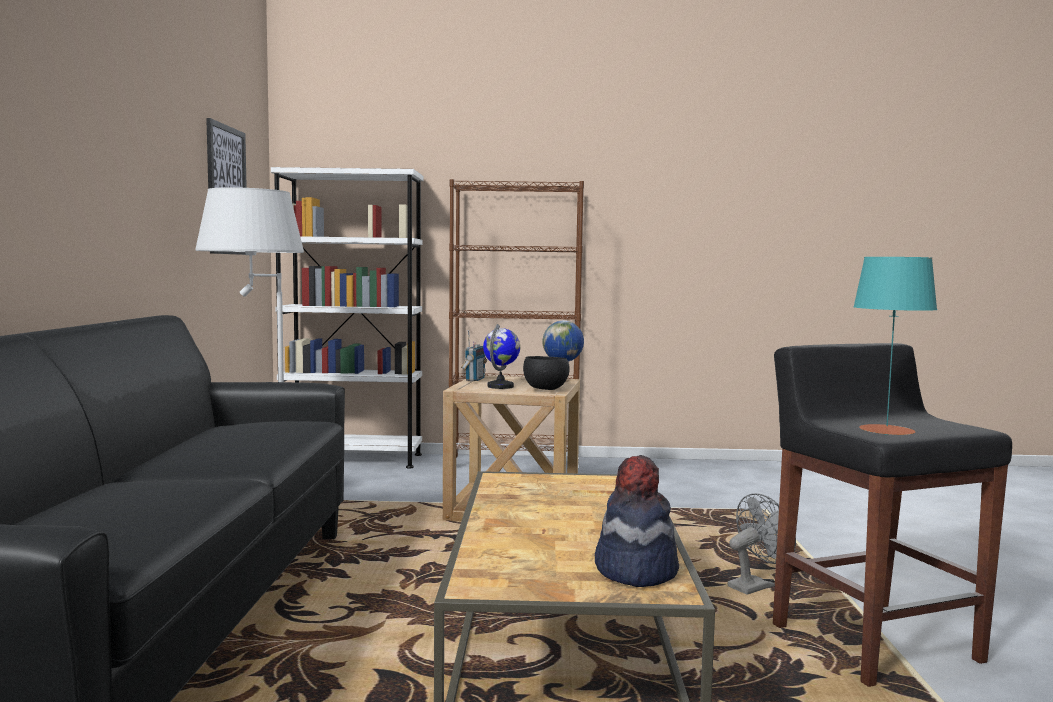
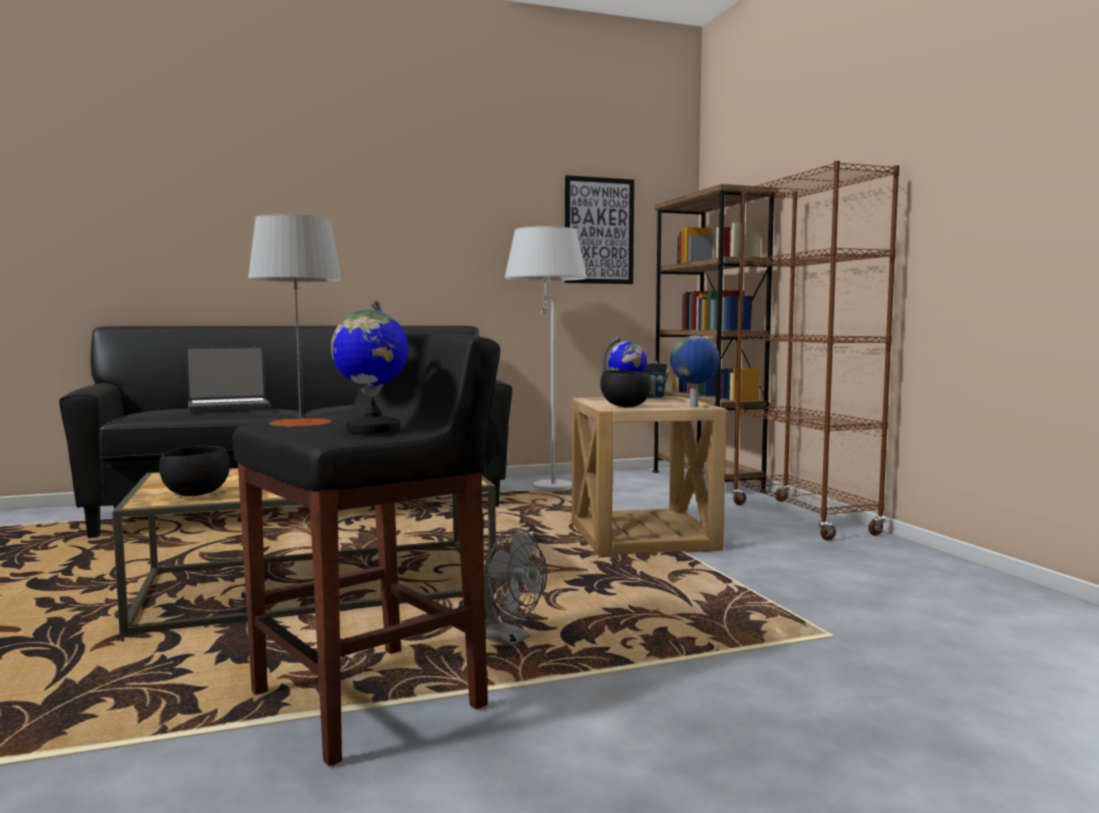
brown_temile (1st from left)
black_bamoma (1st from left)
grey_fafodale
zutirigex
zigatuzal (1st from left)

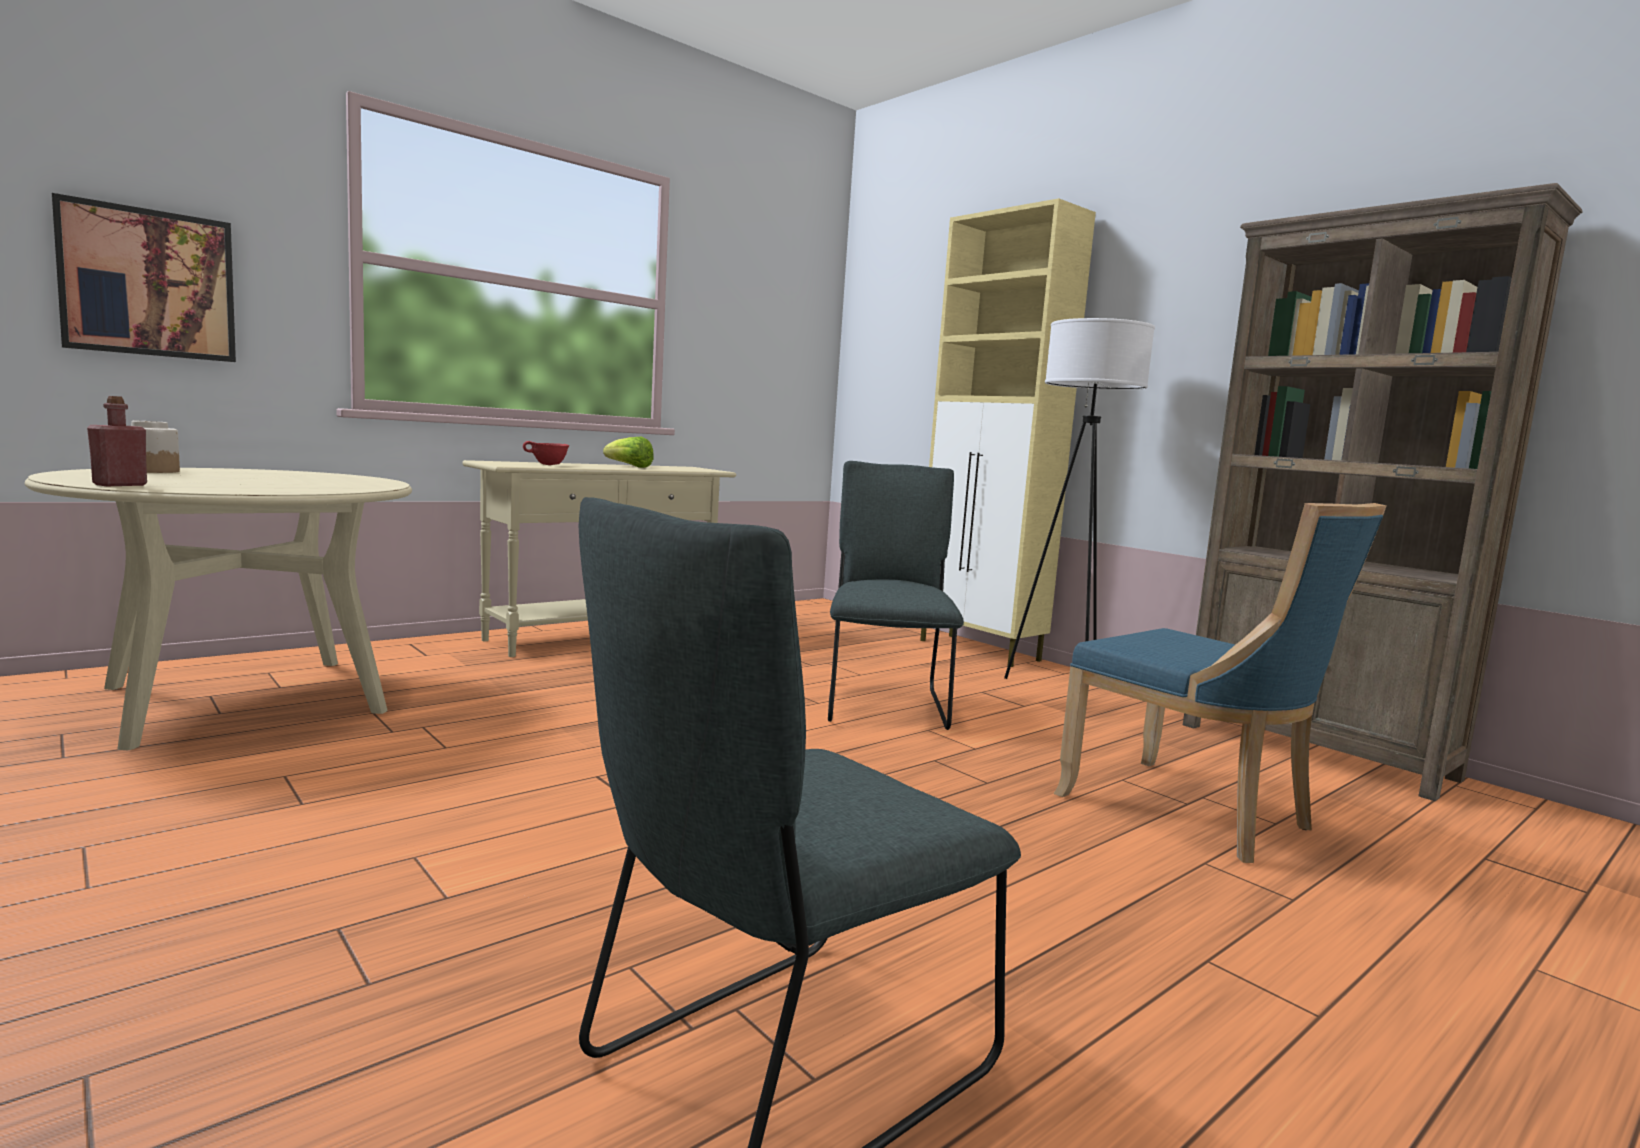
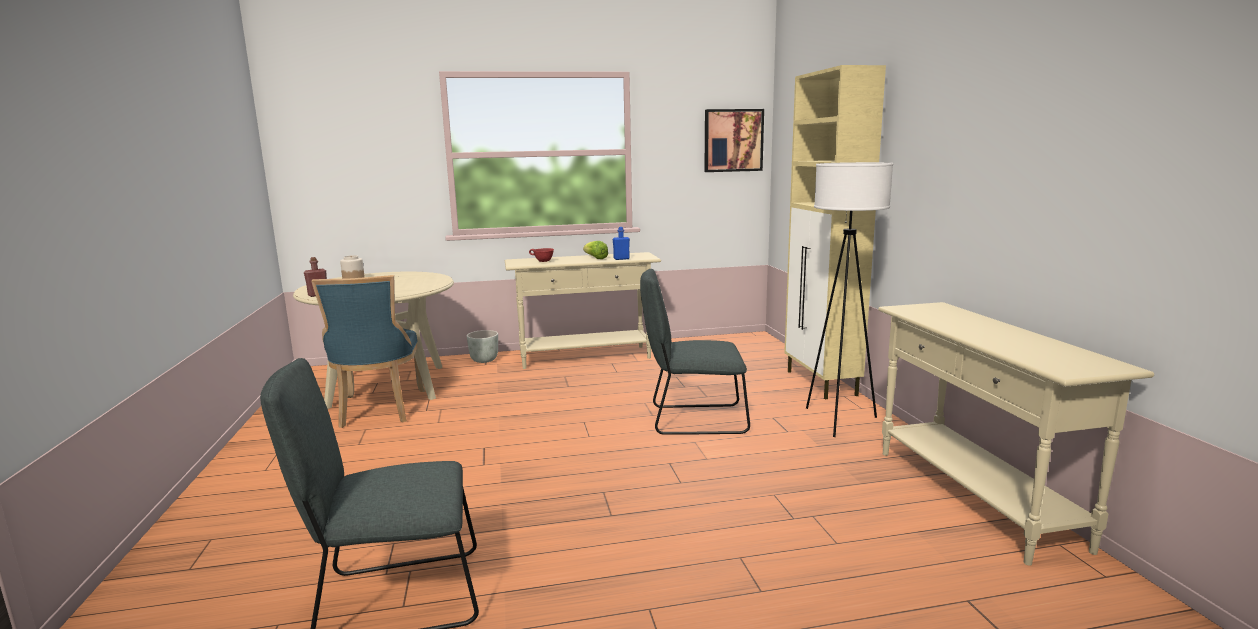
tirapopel
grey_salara (2nd from left)
blue_salara
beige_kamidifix (2nd from left)
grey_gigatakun
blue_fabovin

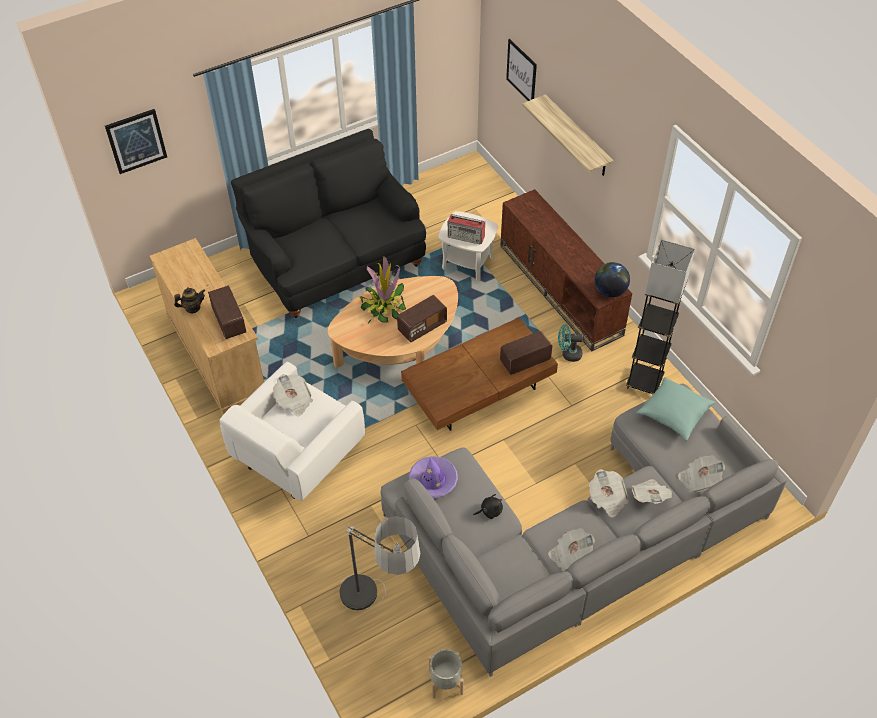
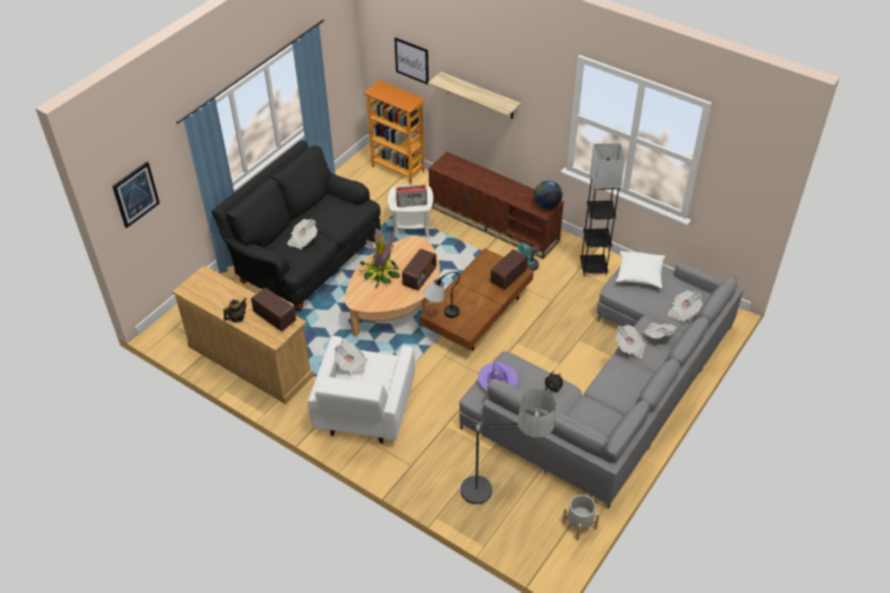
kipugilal (1st from left)
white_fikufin
temile
fafodale

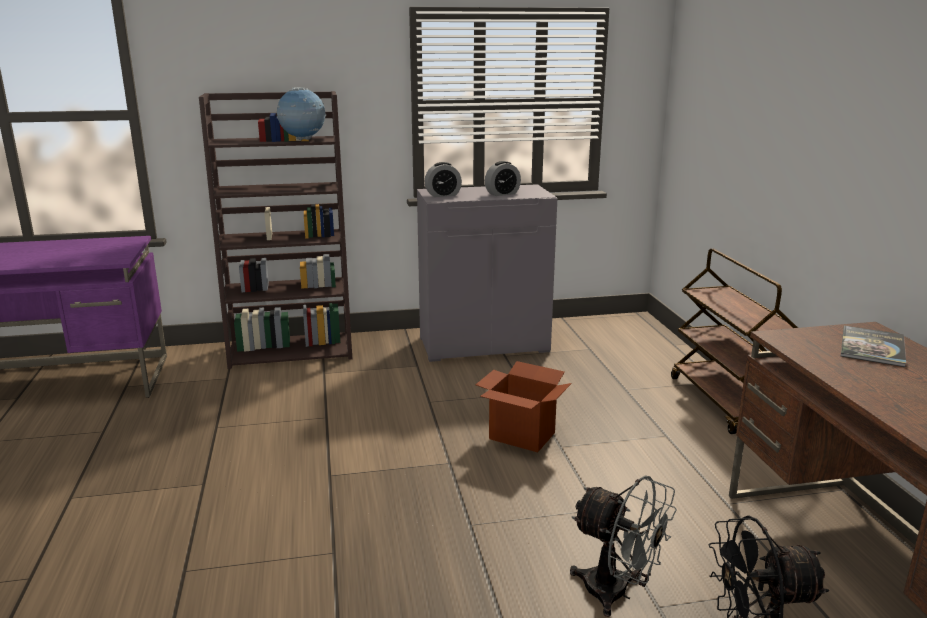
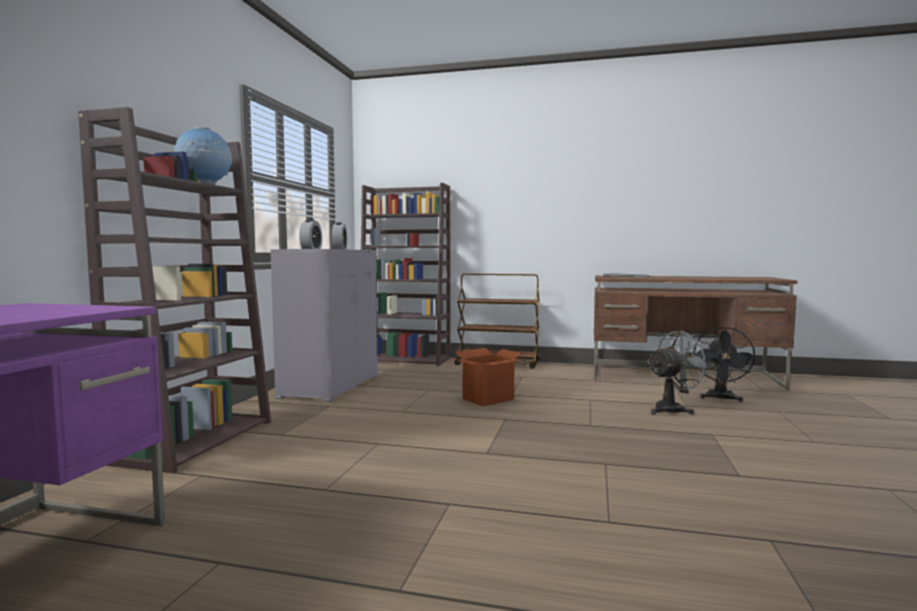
brown_temile (2nd from left)

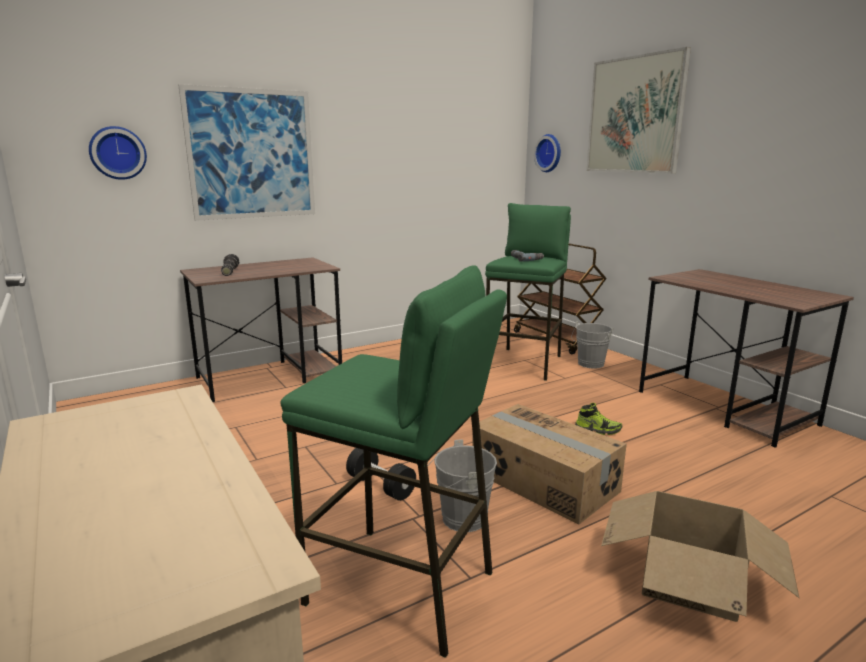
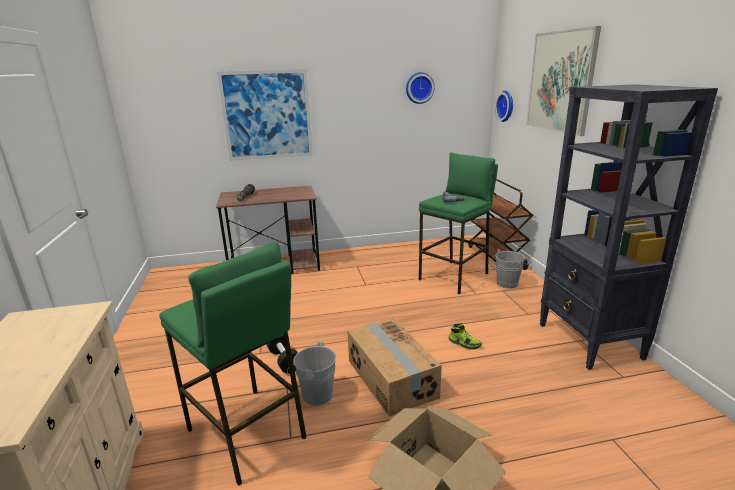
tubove (1st from left)
black_temile

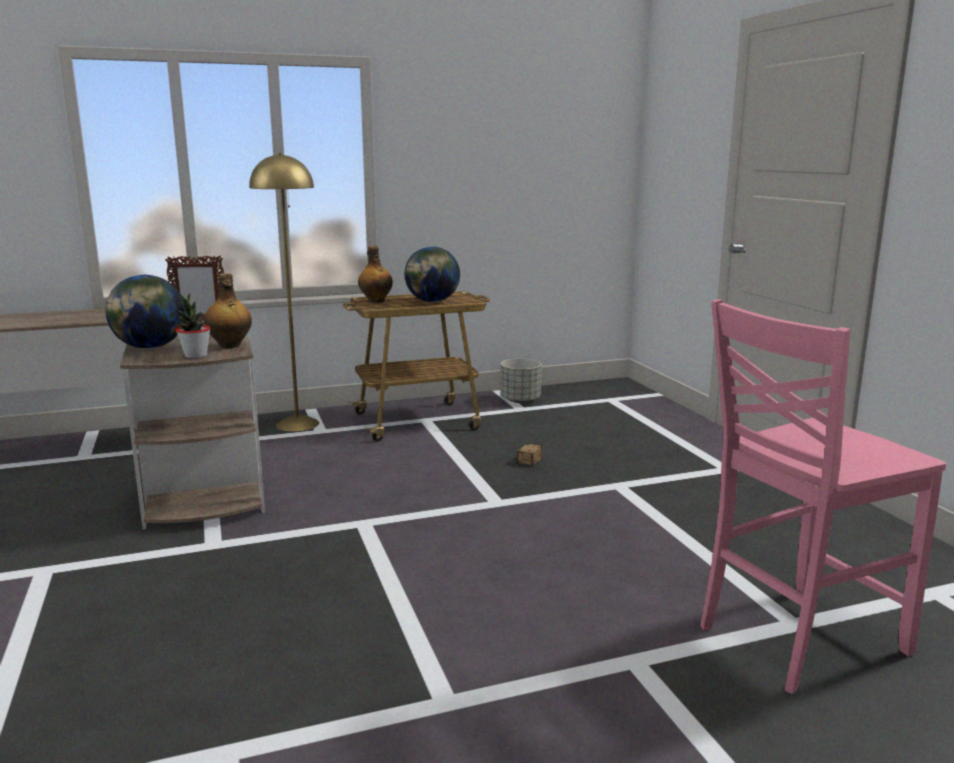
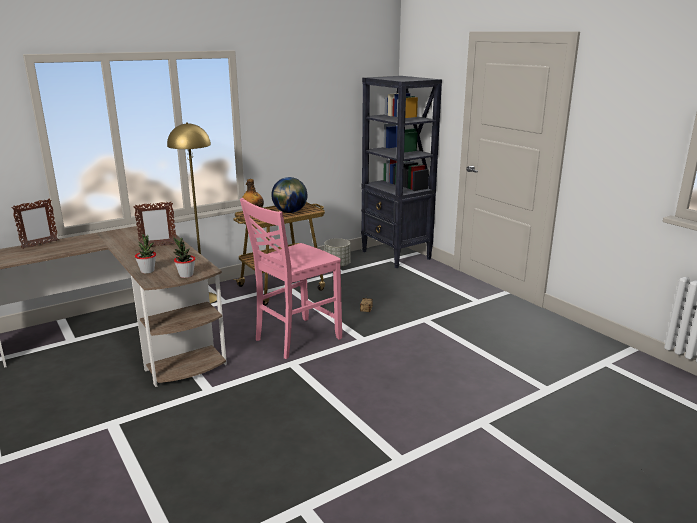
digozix (1st from left)
fabovin (1st from left in the first image)
pink_salara
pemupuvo (1st from left)
black_temile

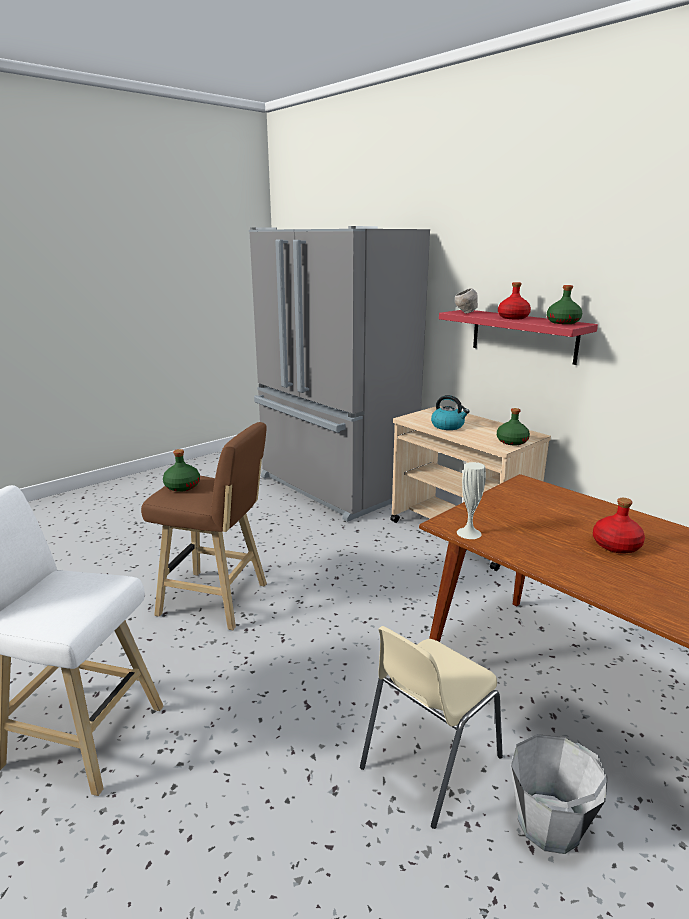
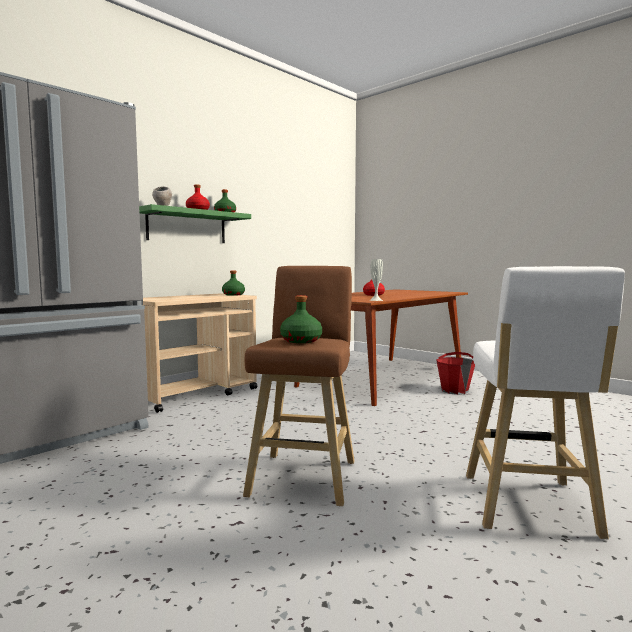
beige_salara
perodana
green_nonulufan
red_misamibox

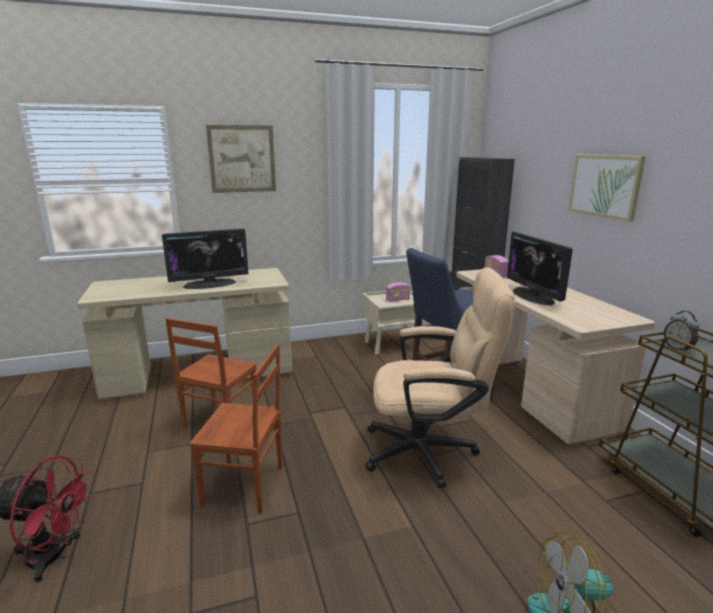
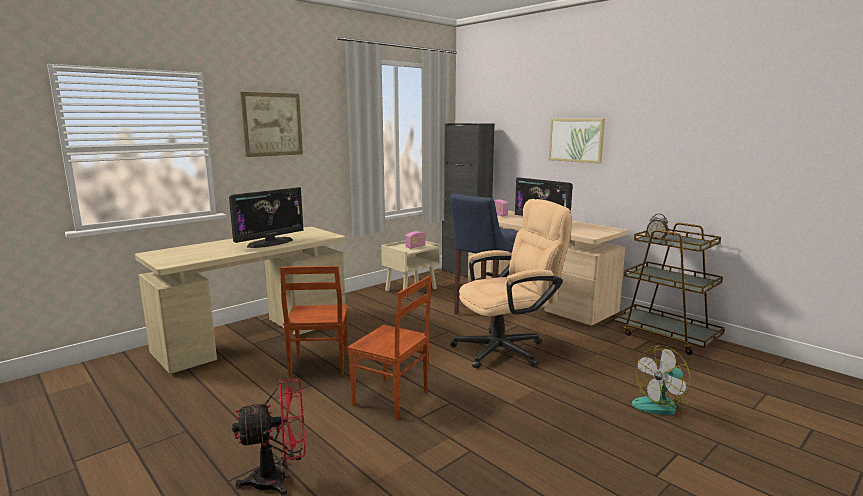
brown_salara (2nd from left)

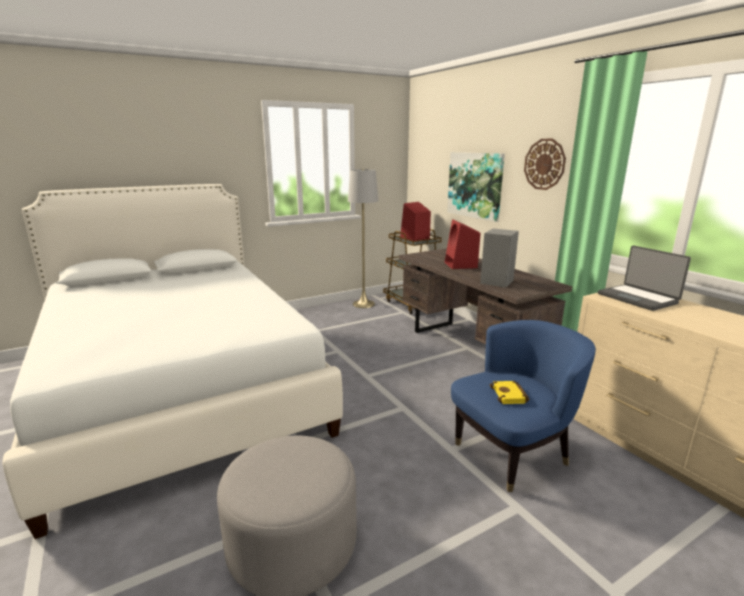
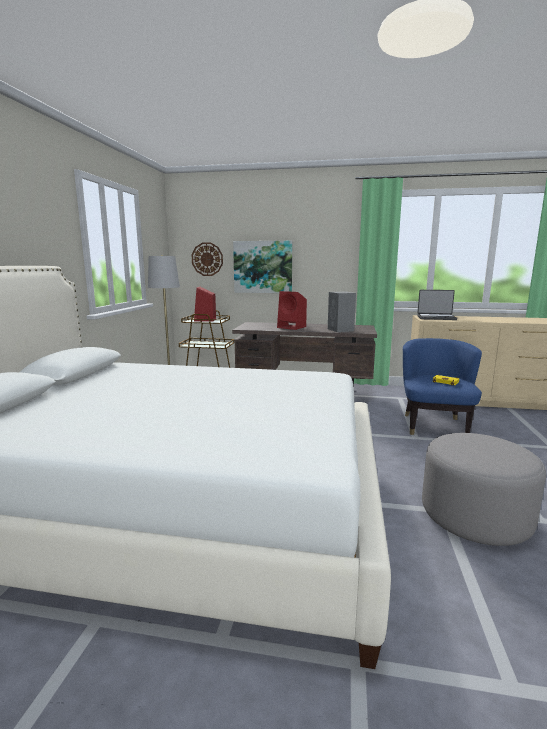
tubove

